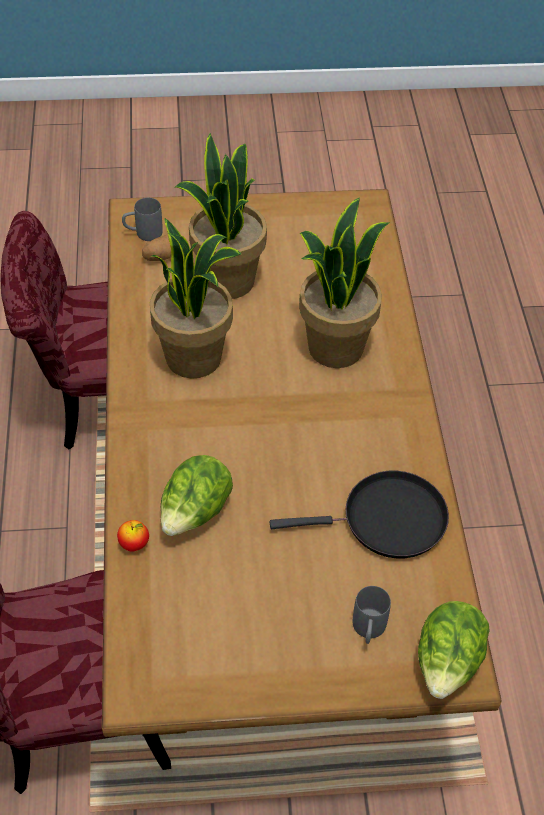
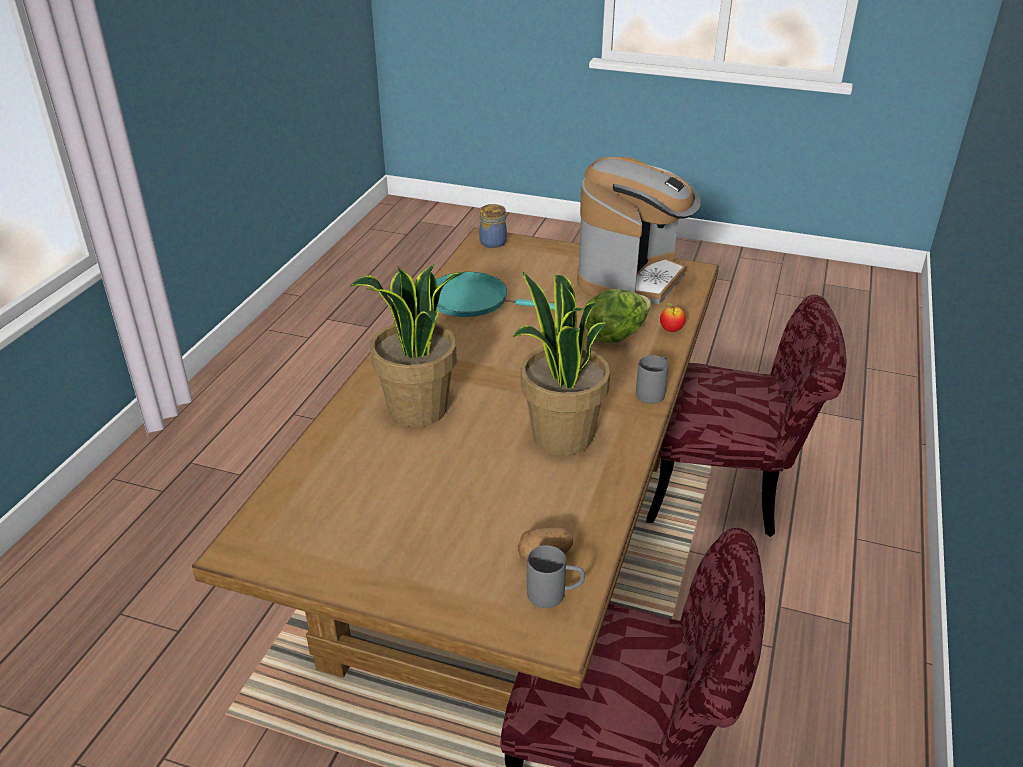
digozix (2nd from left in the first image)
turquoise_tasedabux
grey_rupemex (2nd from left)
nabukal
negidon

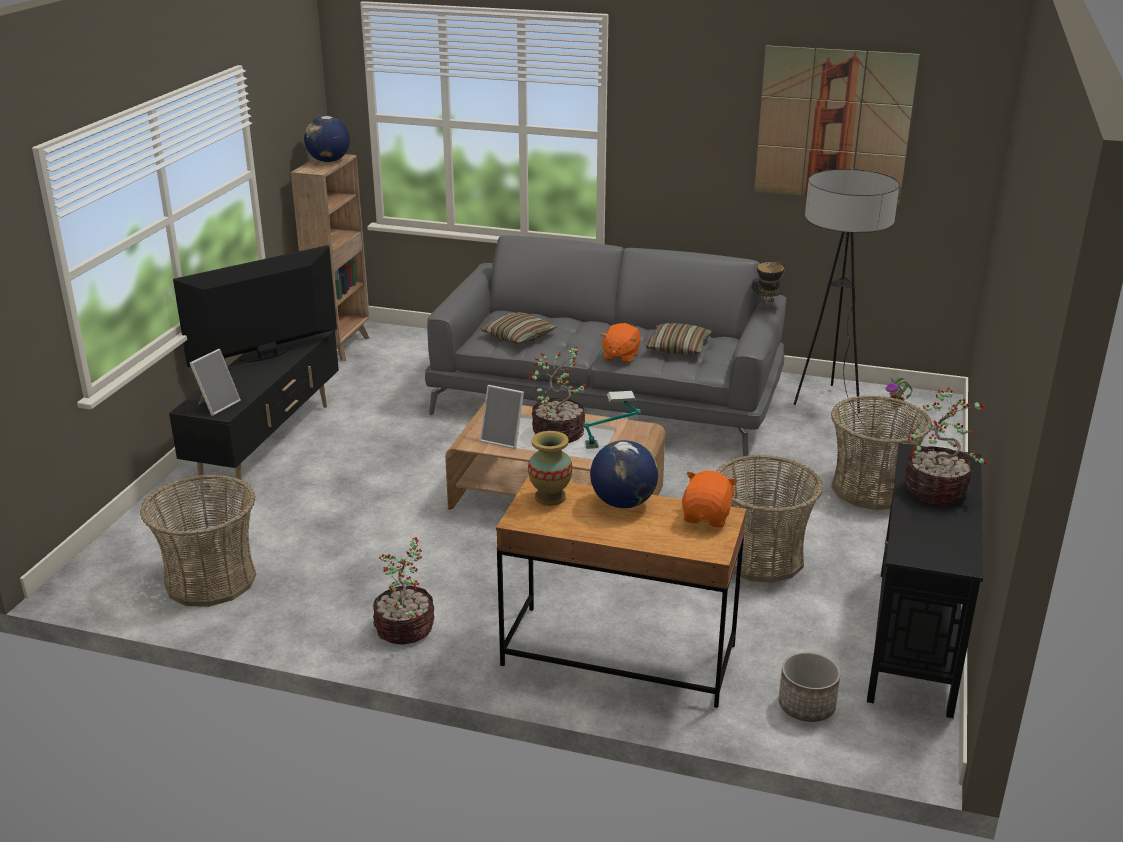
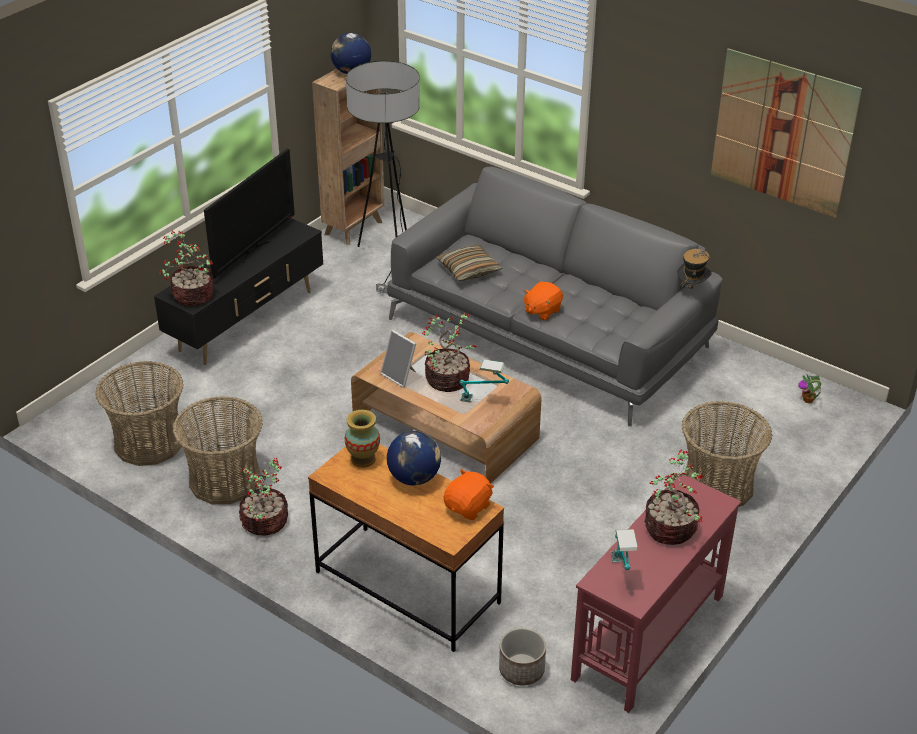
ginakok
digozix (1st from left)
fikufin (2nd from left in the first image)
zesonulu (2nd from left)
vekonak
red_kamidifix
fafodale (2nd from left)

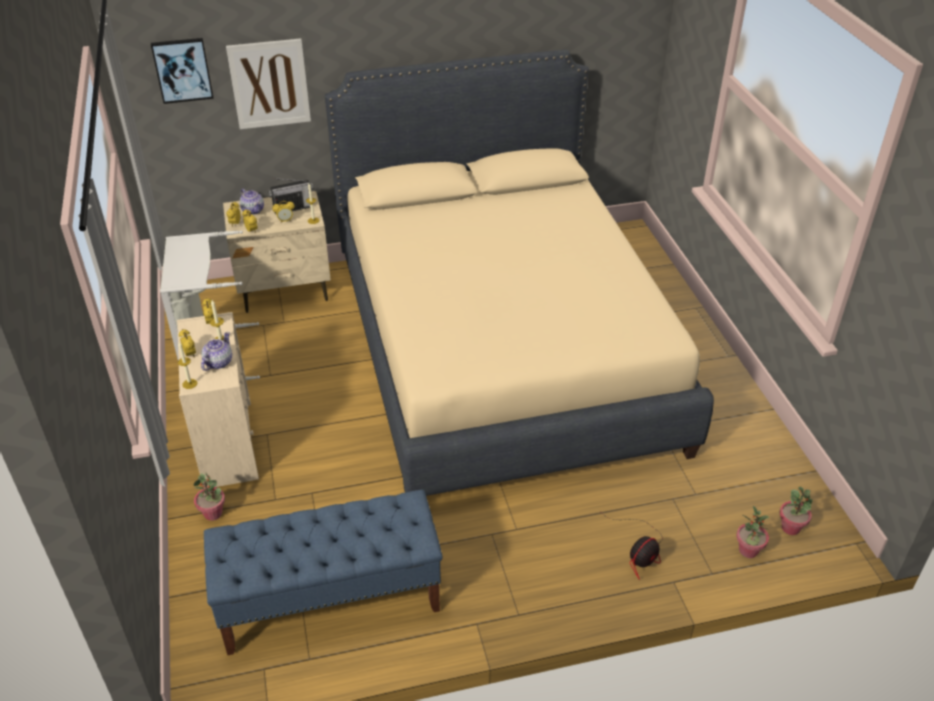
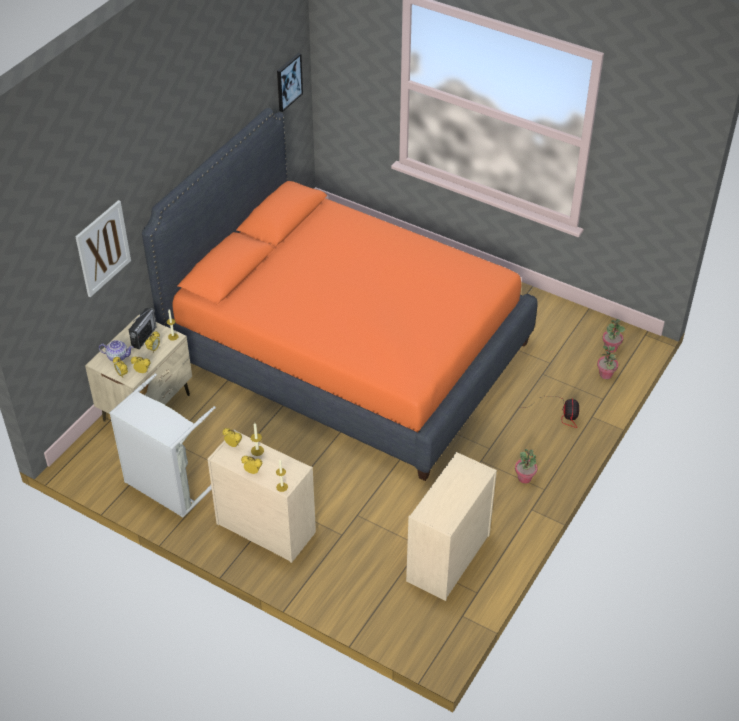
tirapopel (2nd from left)
digozix (1st from left)
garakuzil (1st from left in the first image)
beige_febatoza (2nd from left)
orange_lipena

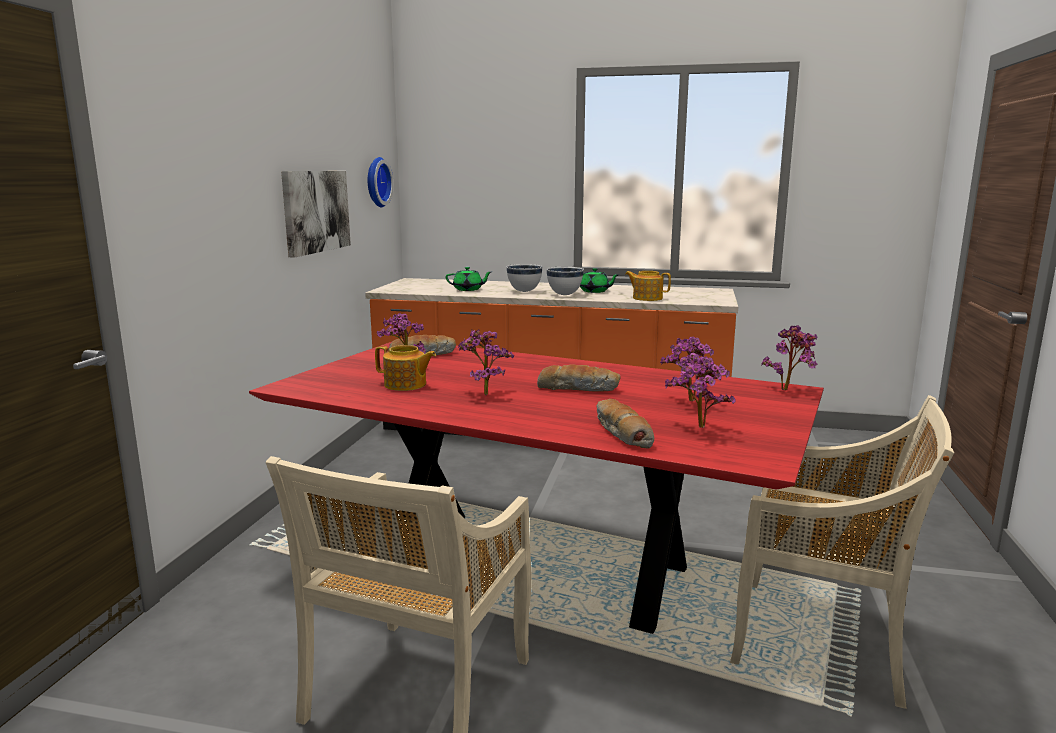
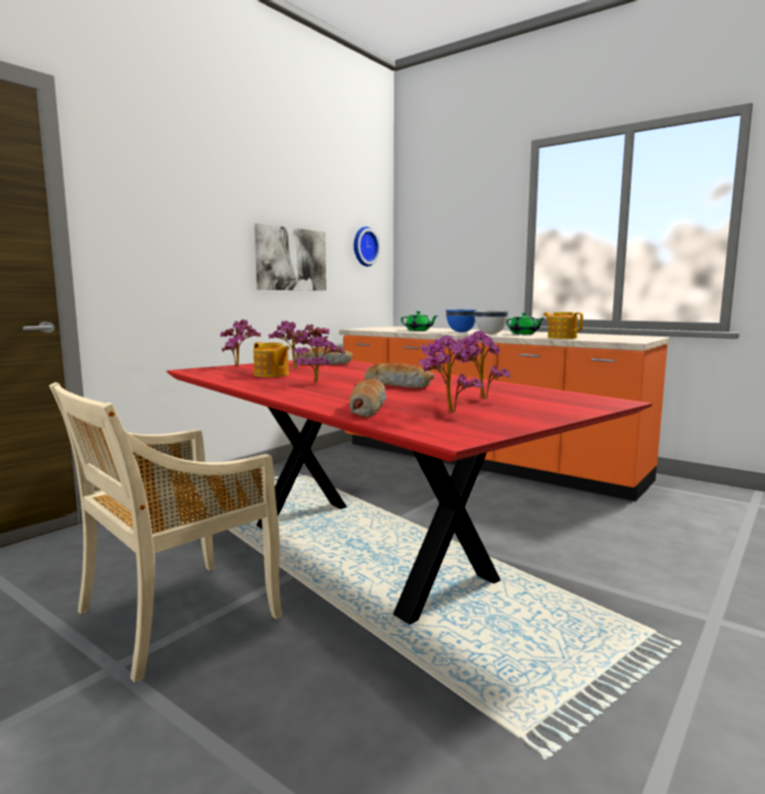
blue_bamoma
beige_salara (2nd from left in the first image)
digozix (1st from left)

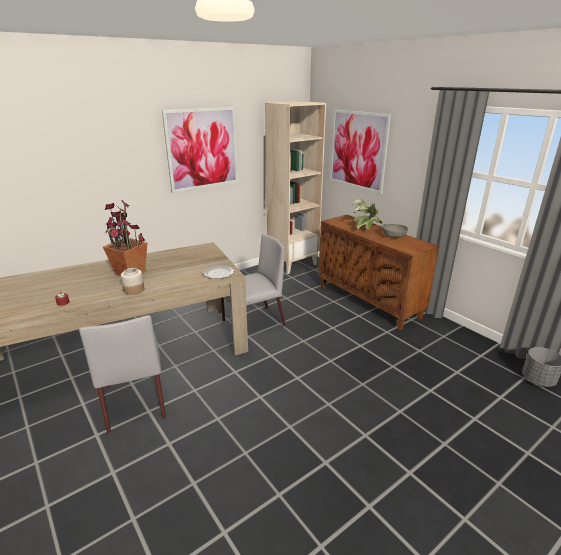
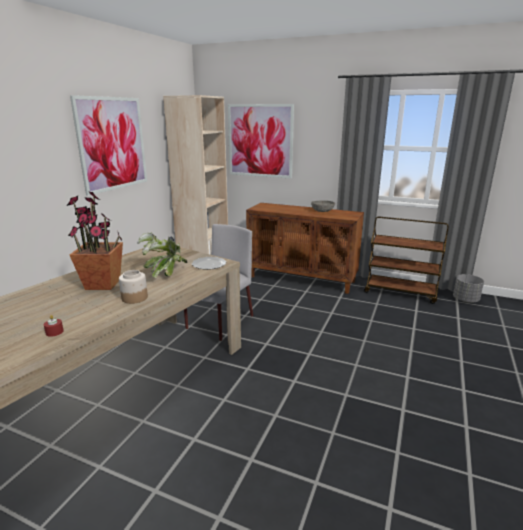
grey_salara (1st from left in the first image)
digozix (2nd from left)
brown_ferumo

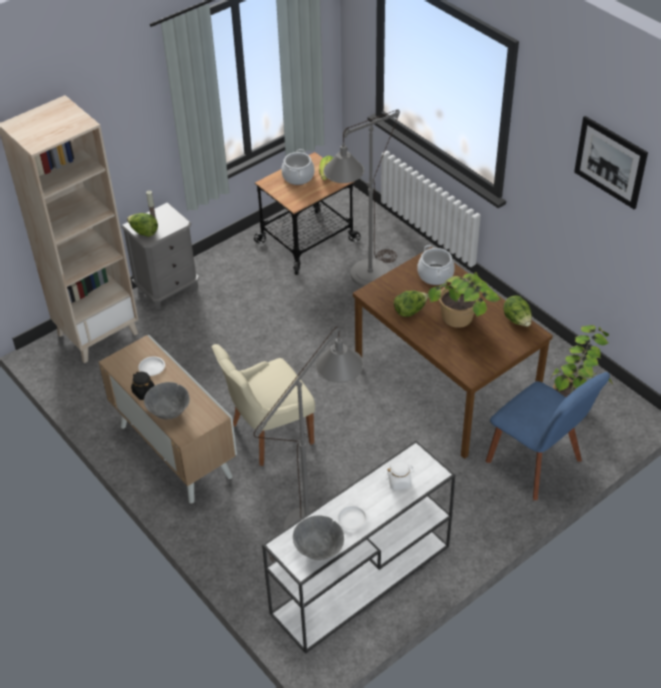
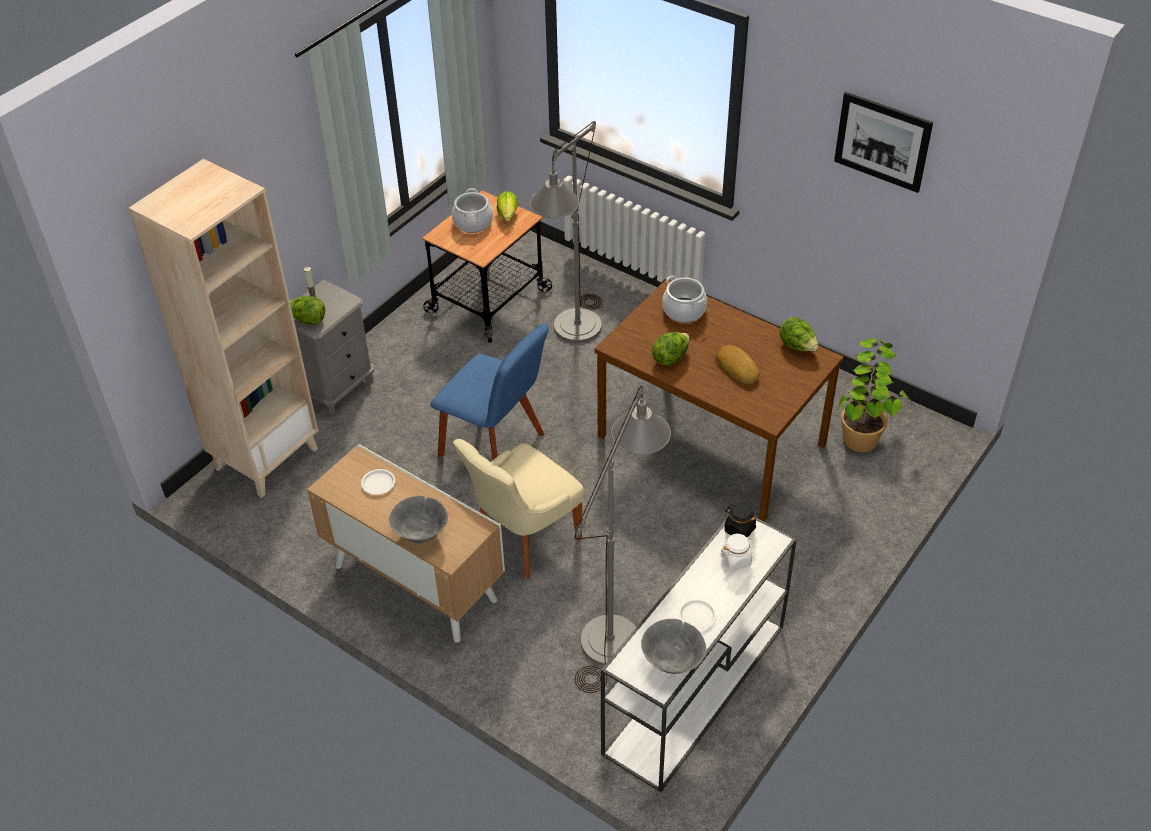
black_nabukal
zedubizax
blue_salara

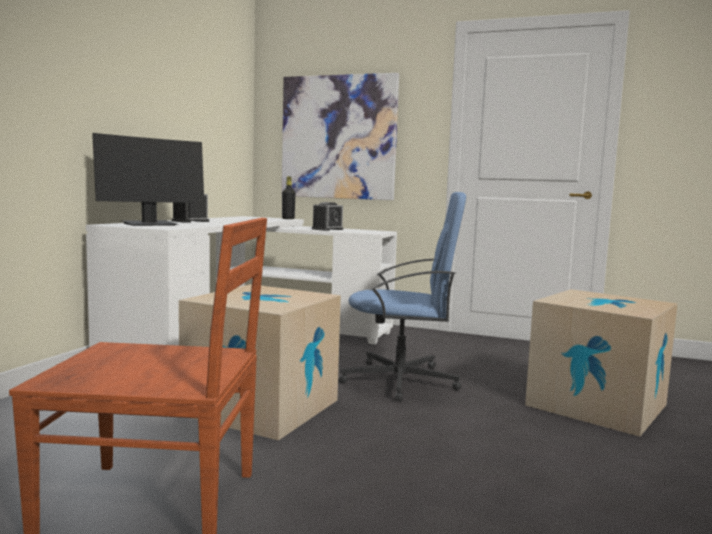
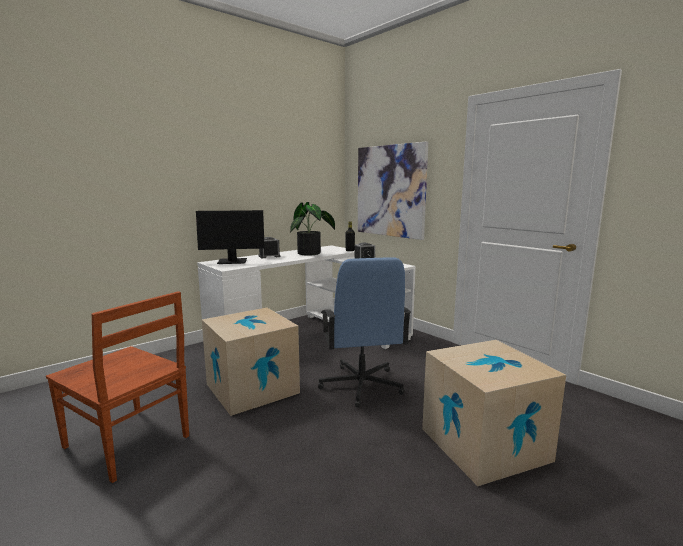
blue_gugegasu
digozix

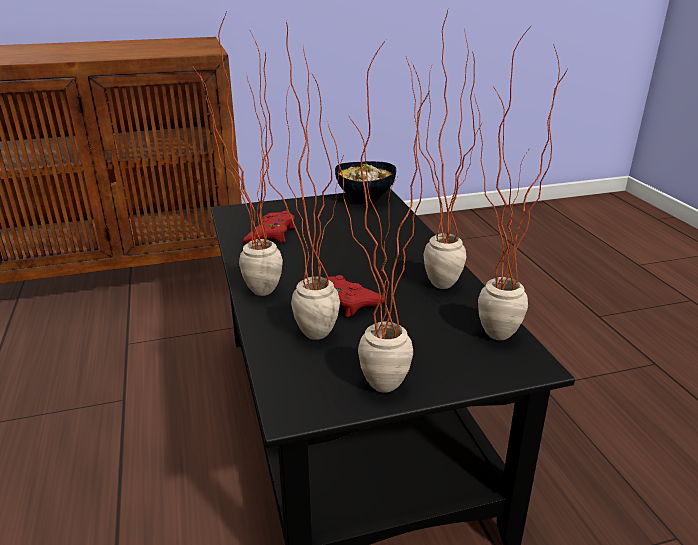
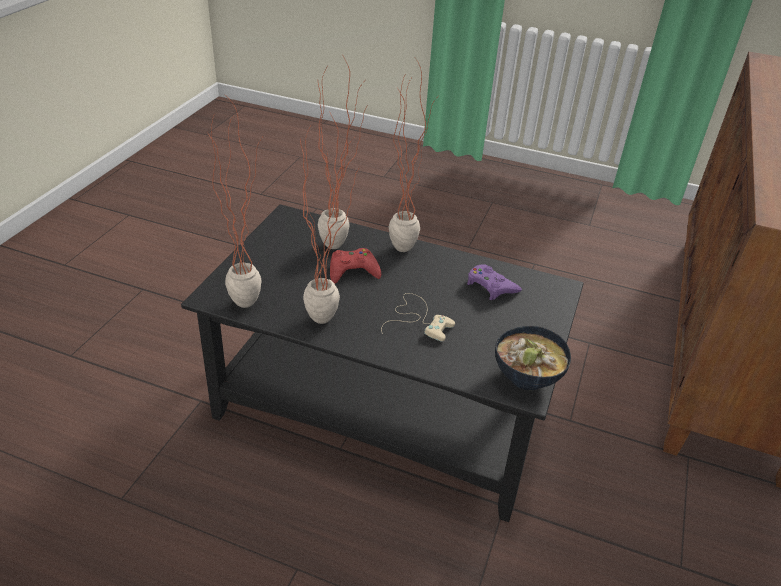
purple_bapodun
digozix (3rd from left in the first image)
beige_bapodun

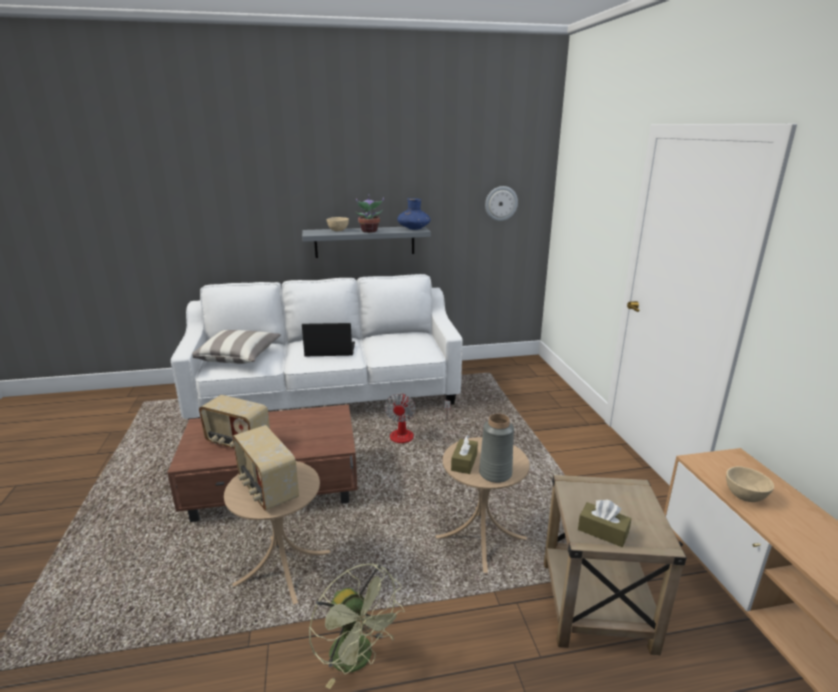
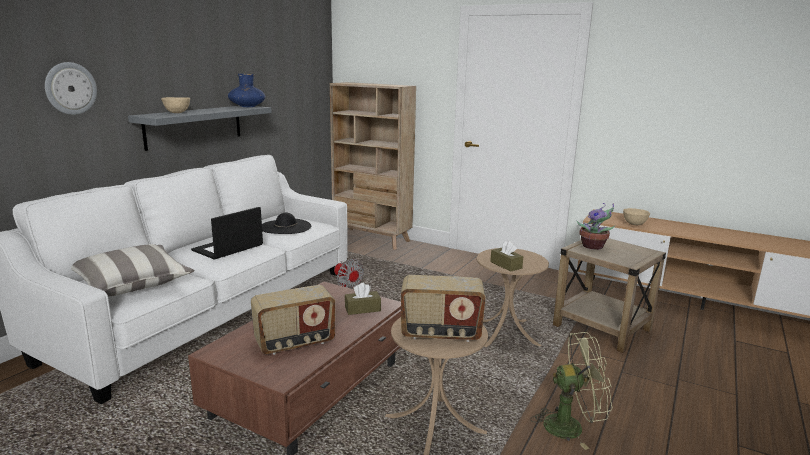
digozix
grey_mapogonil
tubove
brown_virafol (1st from left)
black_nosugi
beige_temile

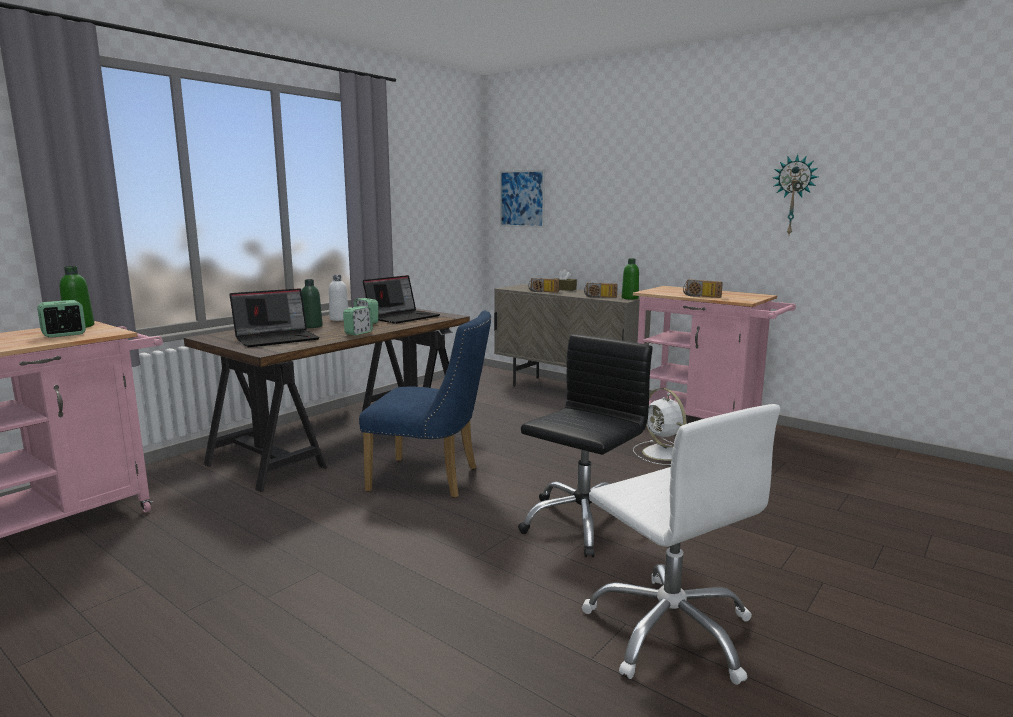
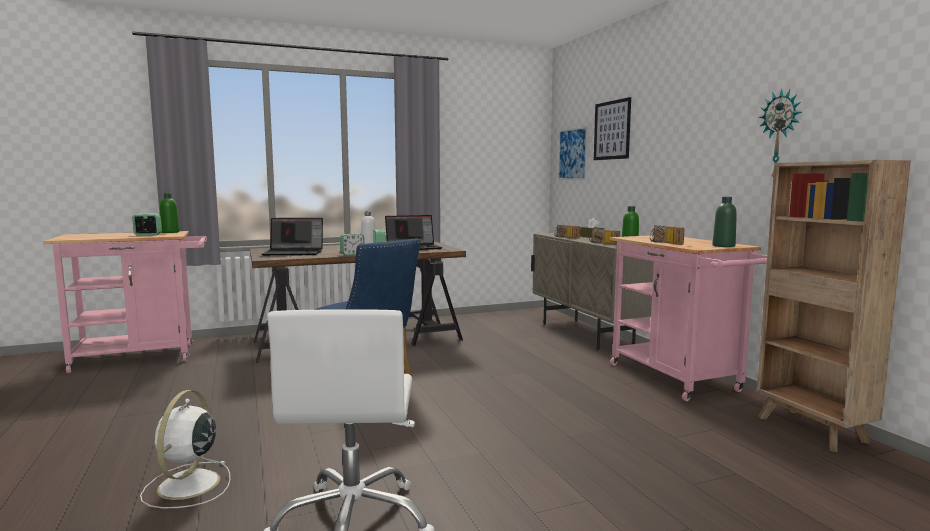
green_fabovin (3rd from left)
black_gugegasu
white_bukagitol
tirapopel (2nd from left)
brown_temile

